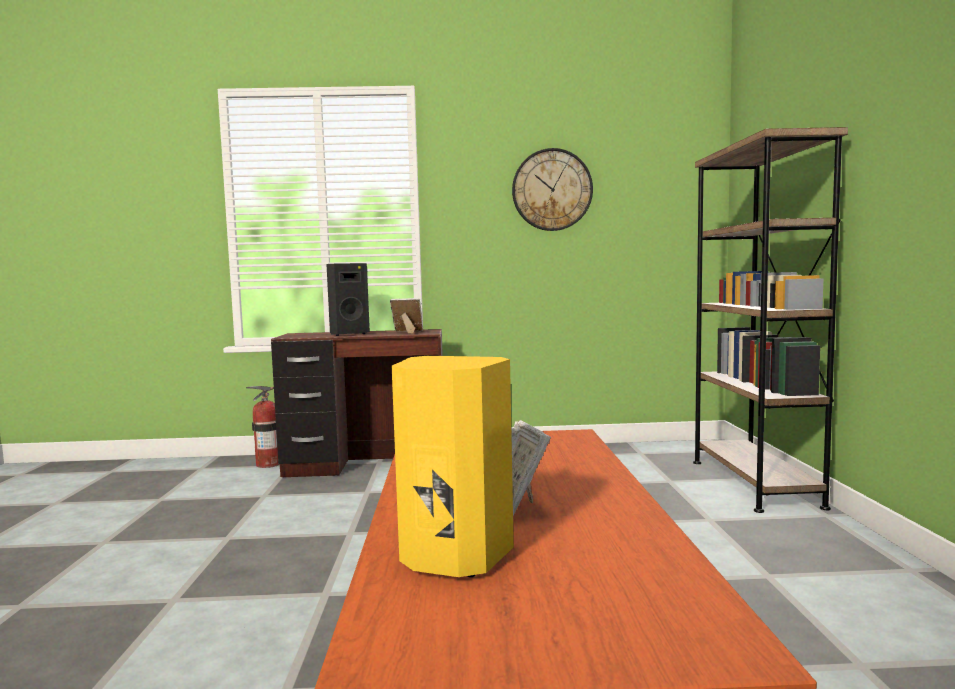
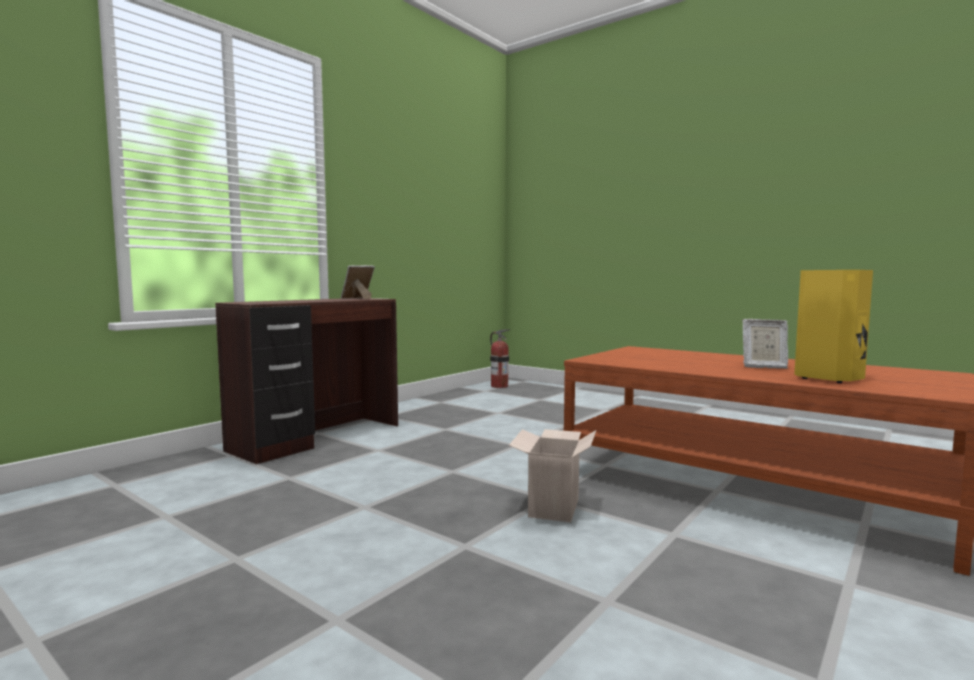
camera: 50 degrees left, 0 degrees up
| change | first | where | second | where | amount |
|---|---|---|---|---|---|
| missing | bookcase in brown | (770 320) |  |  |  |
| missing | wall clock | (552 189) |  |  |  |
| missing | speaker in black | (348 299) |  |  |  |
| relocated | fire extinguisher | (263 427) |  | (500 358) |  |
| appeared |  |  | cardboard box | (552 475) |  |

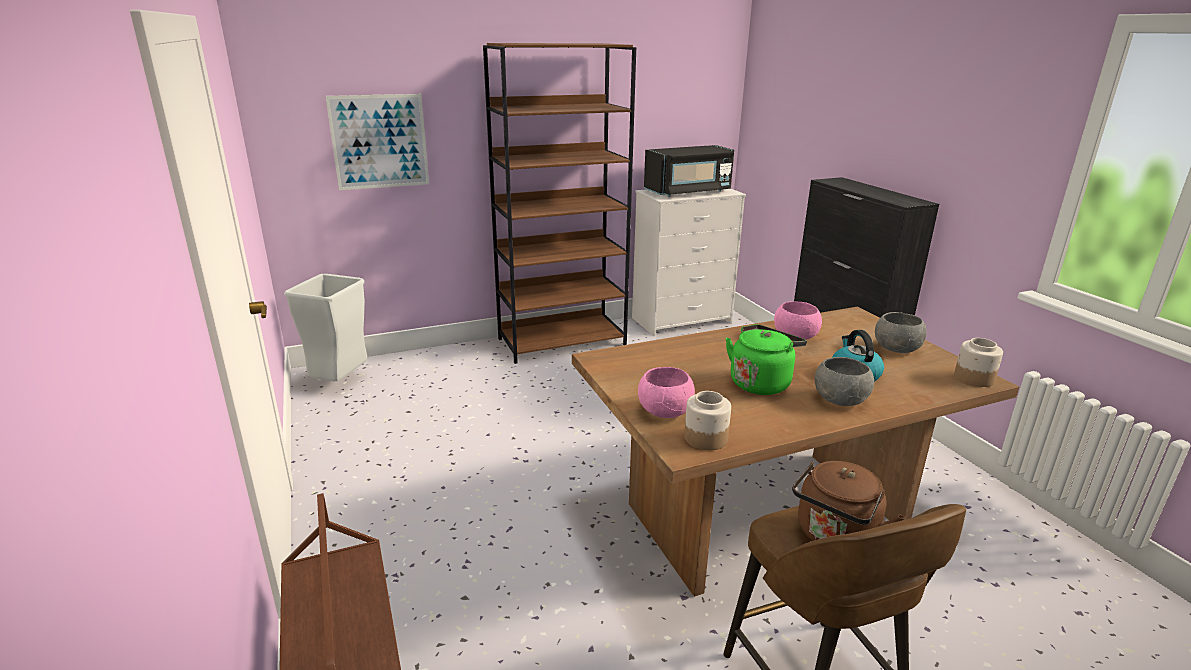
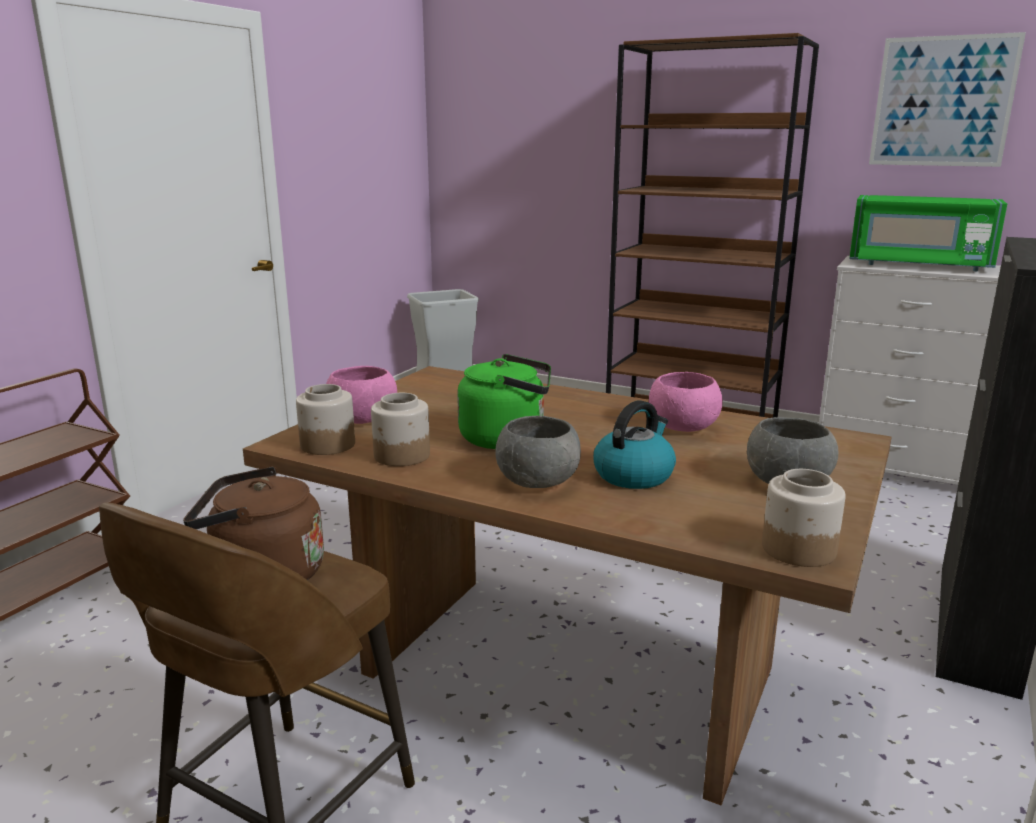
camera: 50 degrees right, 5 degrees down
| change | first | where | second | where | amount |
|---|---|---|---|---|---|
| relocated | picture | (377 142) |  | (947 99) |  |
| colour | microwave in black | (689 171) | microwave in green | (928 233) |  |
| appeared |  |  | jar | (400 429) |  |

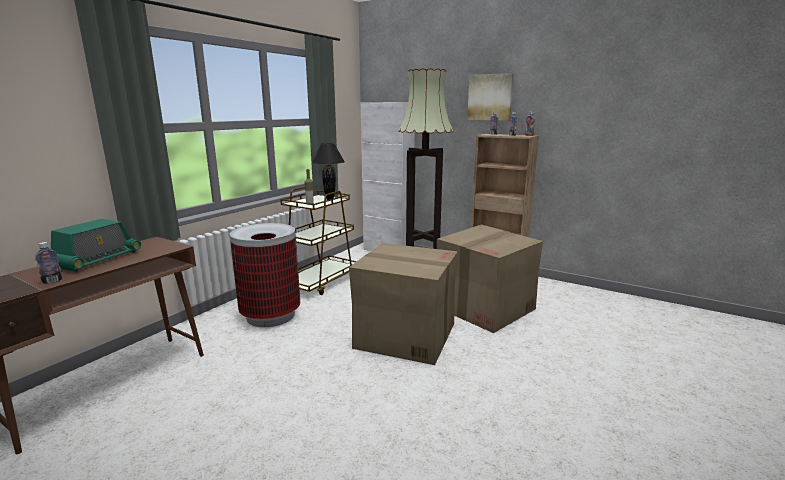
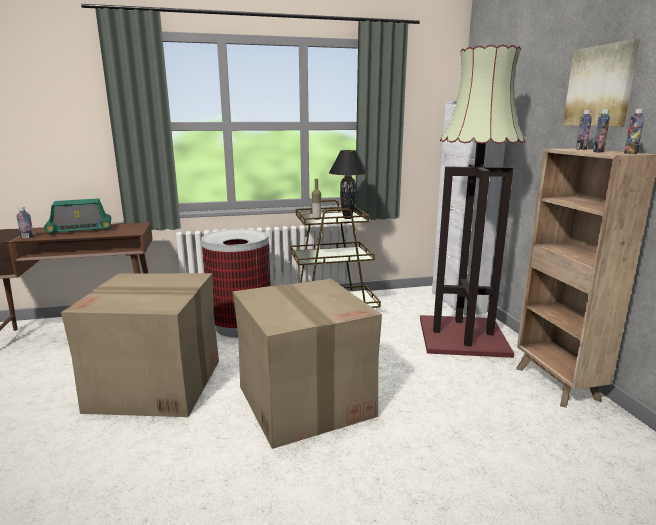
camera: 45 degrees right, 0 degrees up
| change | first | where | second | where | amount |
|---|---|---|---|---|---|
| relocated | cardboard box | (490 279) |  | (140 345) |  |

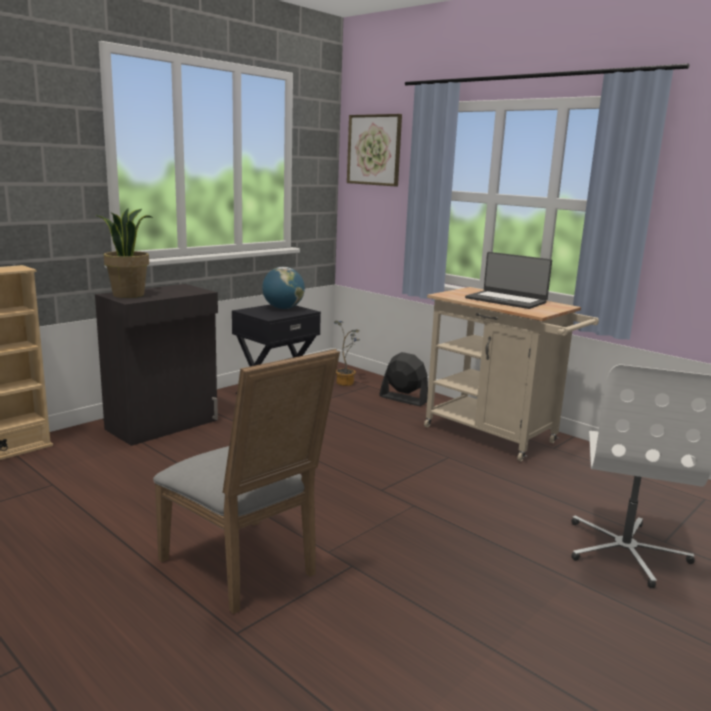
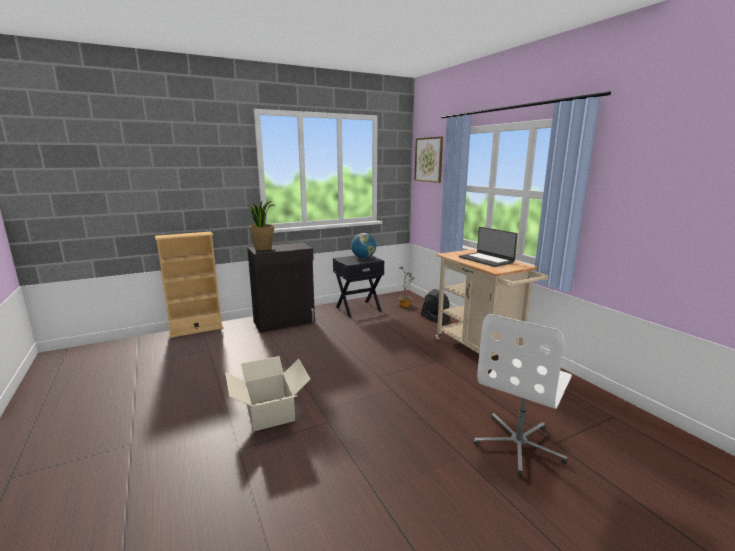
camera: 20 degrees right, 0 degrees up
| change | first | where | second | where | amount |
|---|---|---|---|---|---|
| exchanged | chair in grey | (246 481) | cardboard box | (268 394) |  |

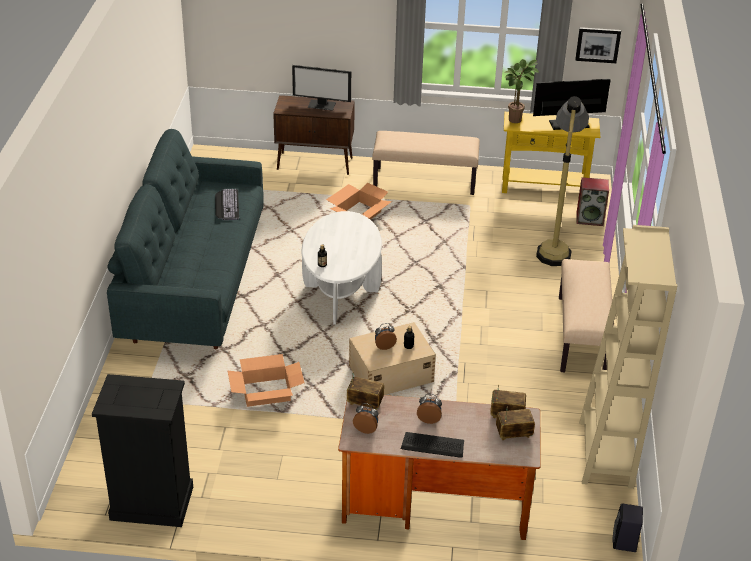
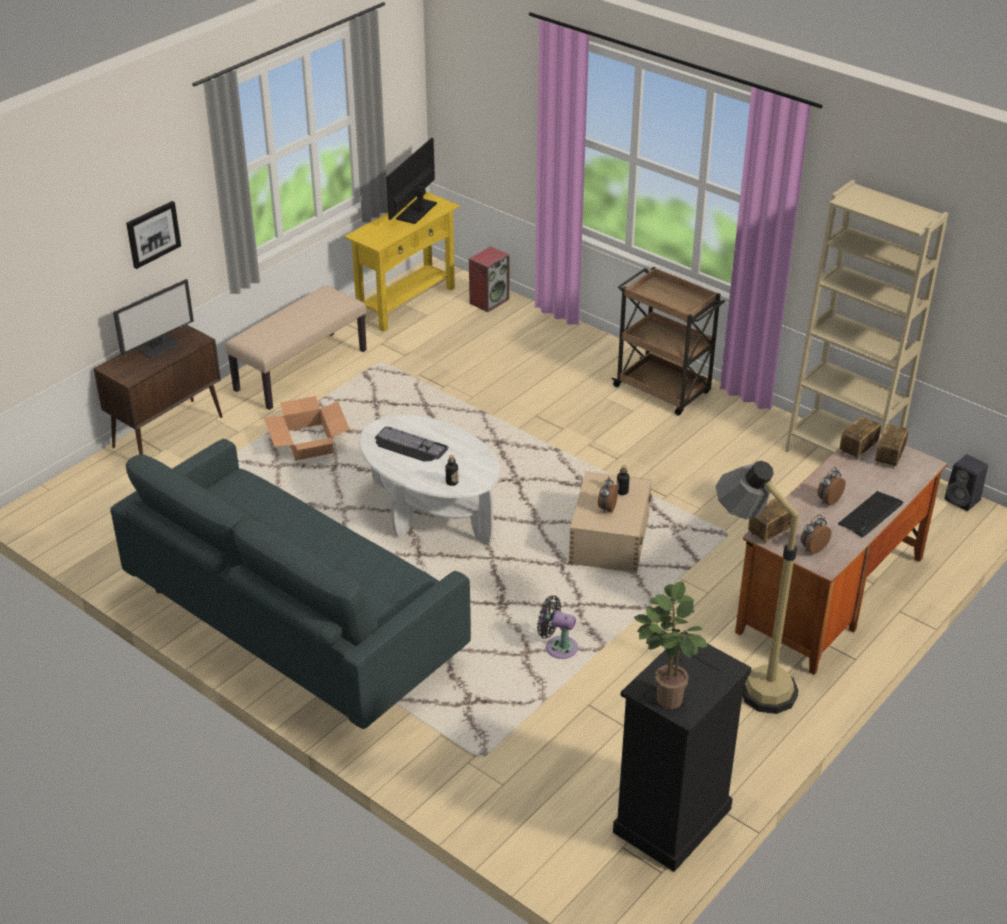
camera: 55 degrees left, 0 degrees up
| change | first | where | second | where | amount |
|---|---|---|---|---|---|
| relocated | picture | (598 45) |  | (153 235) |  |
| relocated | potted plant | (521 91) |  | (670 645) |  |
| relocated | floor lamp | (562 181) |  | (757 587) |  |
| relocated | keyboard | (227 204) |  | (412 444) |  |
| exchanged | bench in beige | (586 315) | cart in brown | (668 341) |  |
| exchanged | cardboard box | (266 380) | fan in black | (557 627) |  |

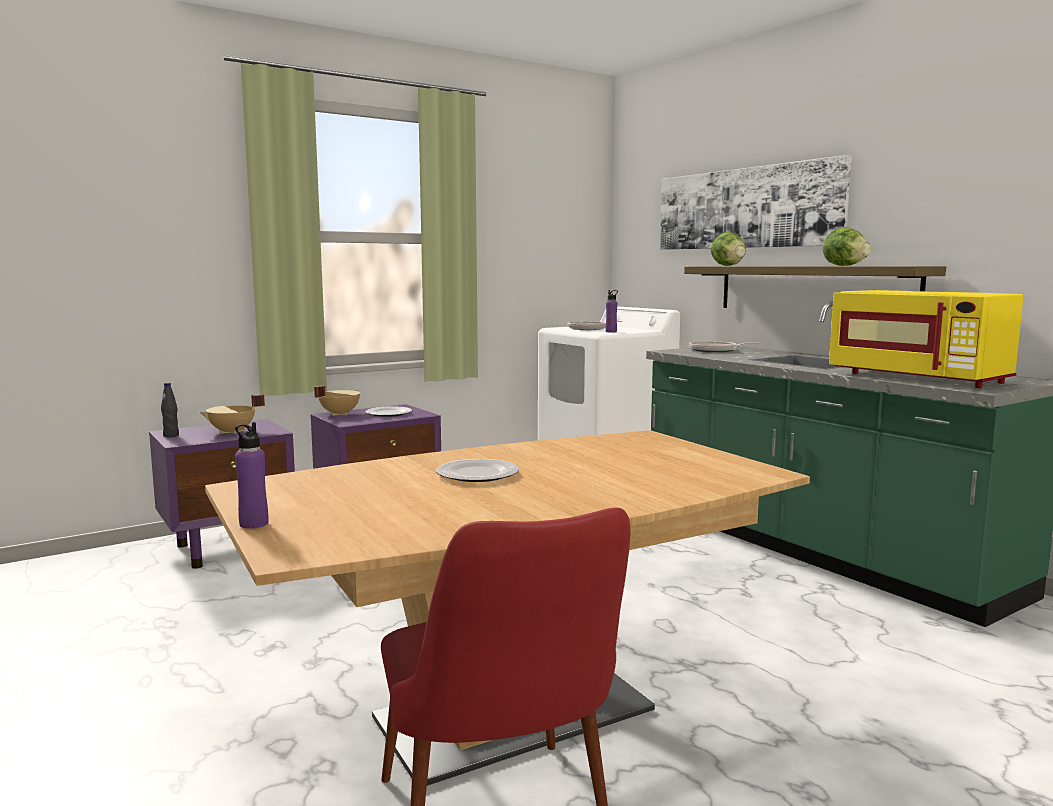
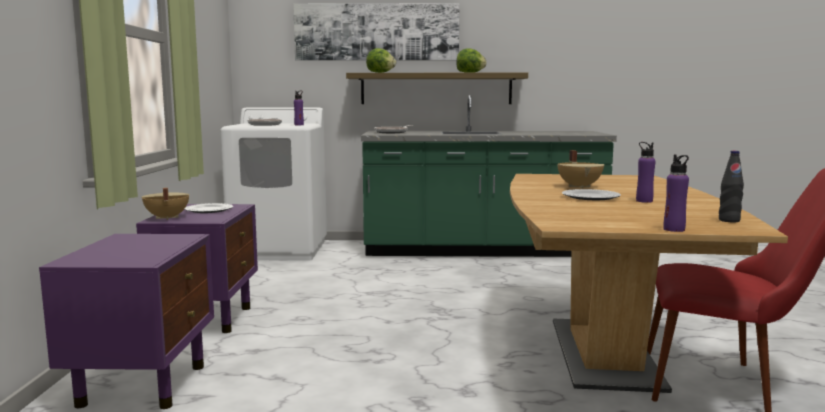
camera: 55 degrees left, 0 degrees up
| change | first | where | second | where | amount |
|---|---|---|---|---|---|
| missing | microwave in yellow | (926 339) |  |  |  |
| relocated | bottle in black | (170 410) |  | (731 186) |  |
| relocated | cooking pot in beige | (232 414) |  | (580 169) |  |
| appeared |  |  | bottle in purple | (645 172) |  |

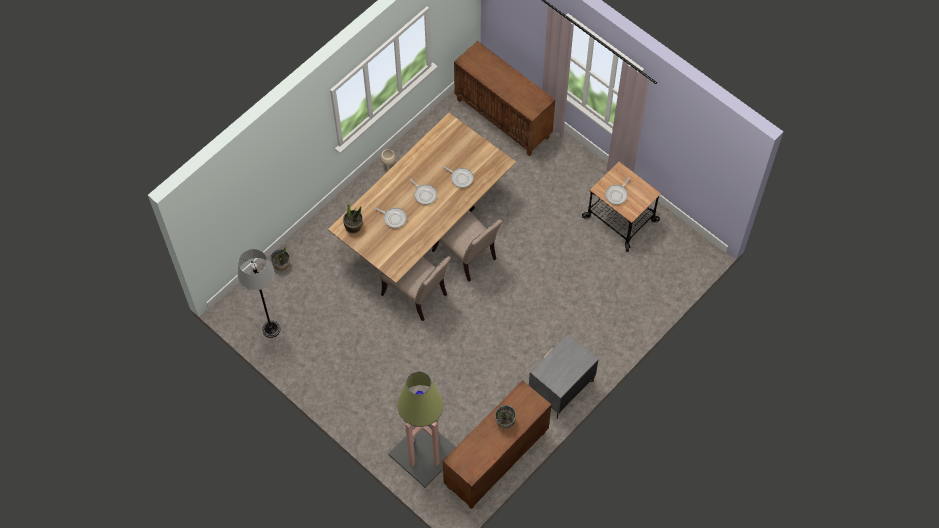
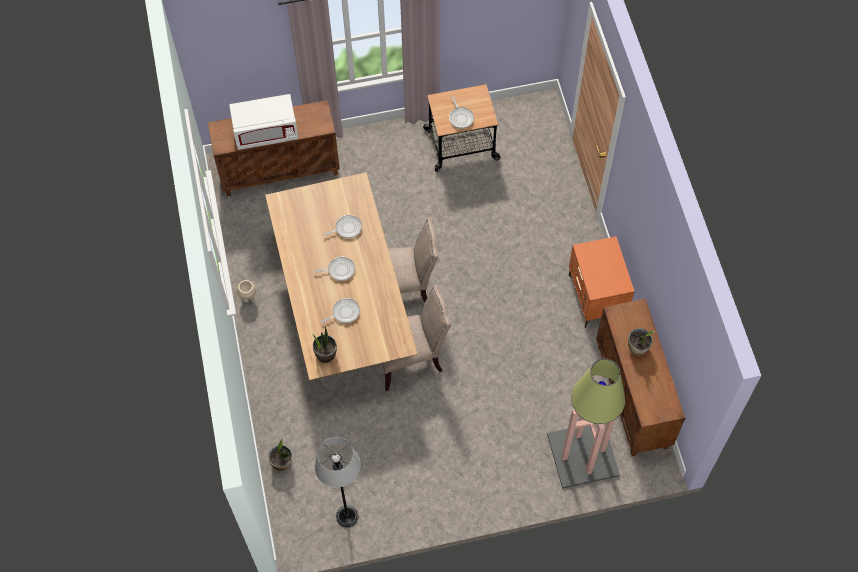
camera: 55 degrees left, 0 degrees up
| change | first | where | second | where | amount |
|---|---|---|---|---|---|
| colour | nightstand in grey | (564 376) | nightstand in orange | (602 282) |  |
| appeared |  |  | microwave in white | (264 122) |  |

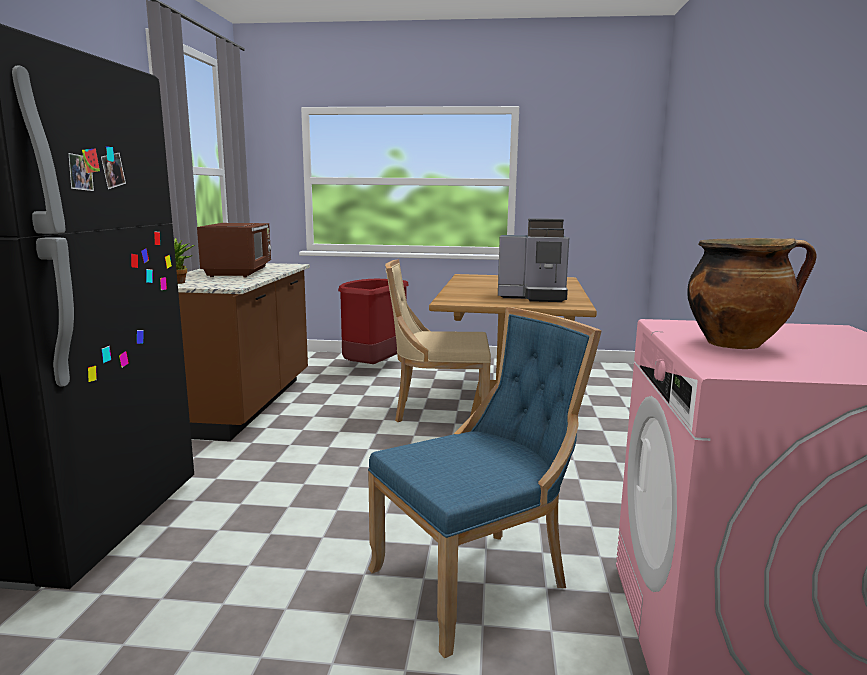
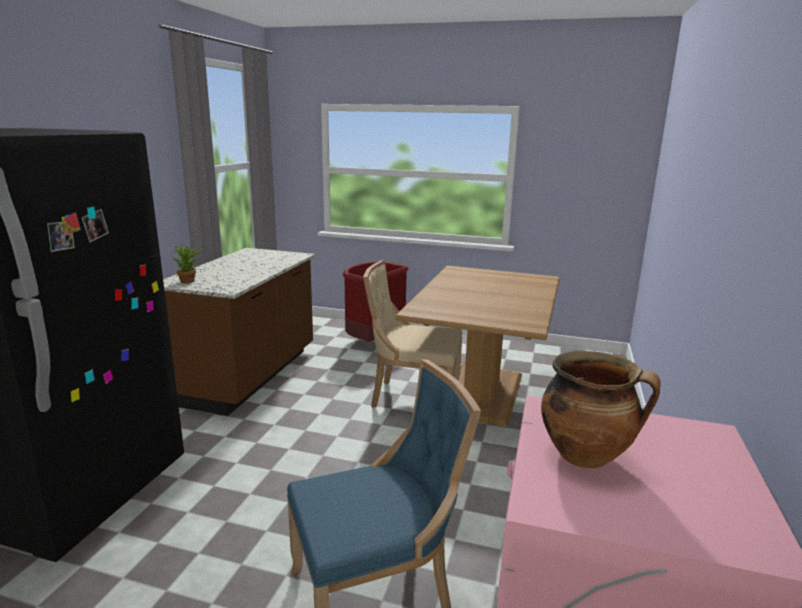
camera: 10 degrees right, 5 degrees up
| change | first | where | second | where | amount |
|---|---|---|---|---|---|
| missing | coffee machine | (533 260) |  |  |  |
| missing | microwave in brown | (234 250) |  |  |  |

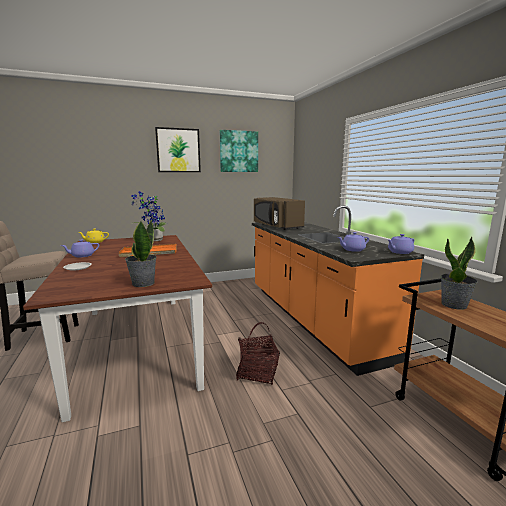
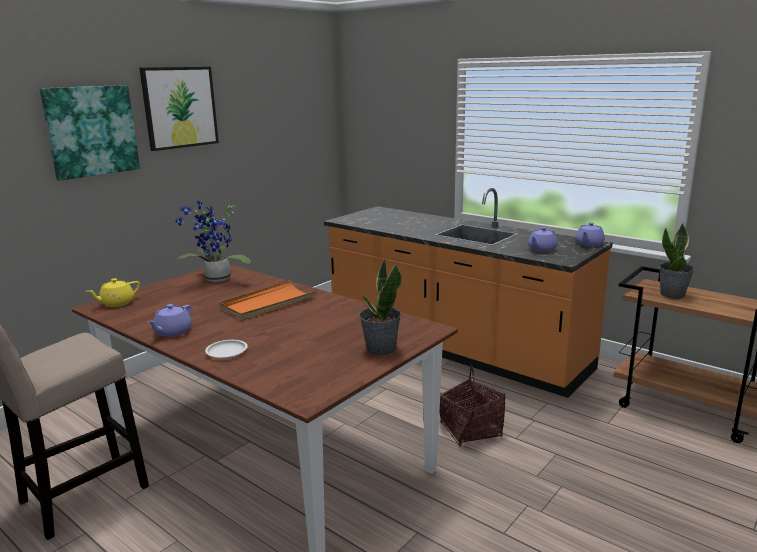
camera: 30 degrees left, 5 degrees up
| change | first | where | second | where | amount |
|---|---|---|---|---|---|
| relocated | picture | (239 151) |  | (90 133) |  |
| missing | microwave in brown | (279 213) |  |  |  |

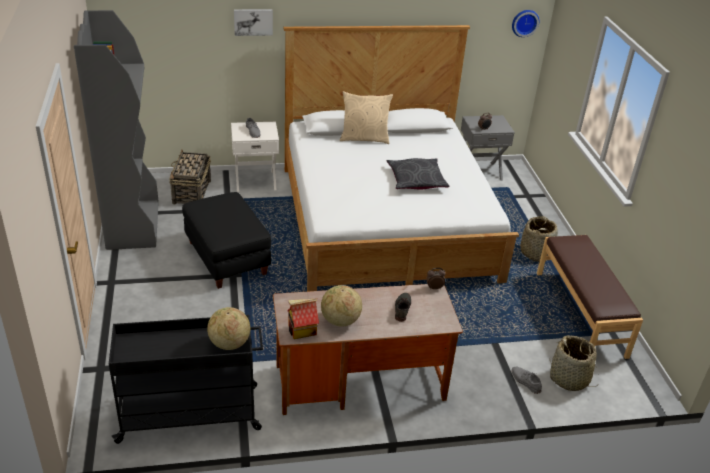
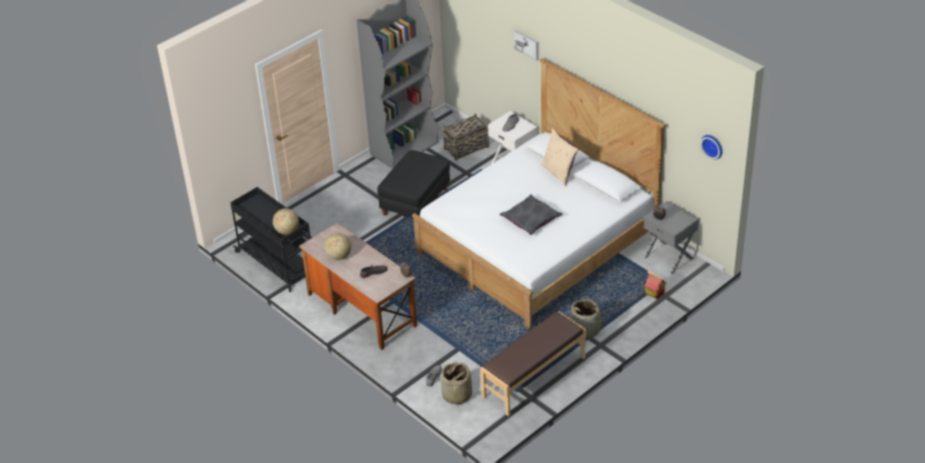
camera: 60 degrees right, 5 degrees up
| change | first | where | second | where | amount |
|---|---|---|---|---|---|
| relocated | toy house | (303 319) |  | (655 284) |  |

